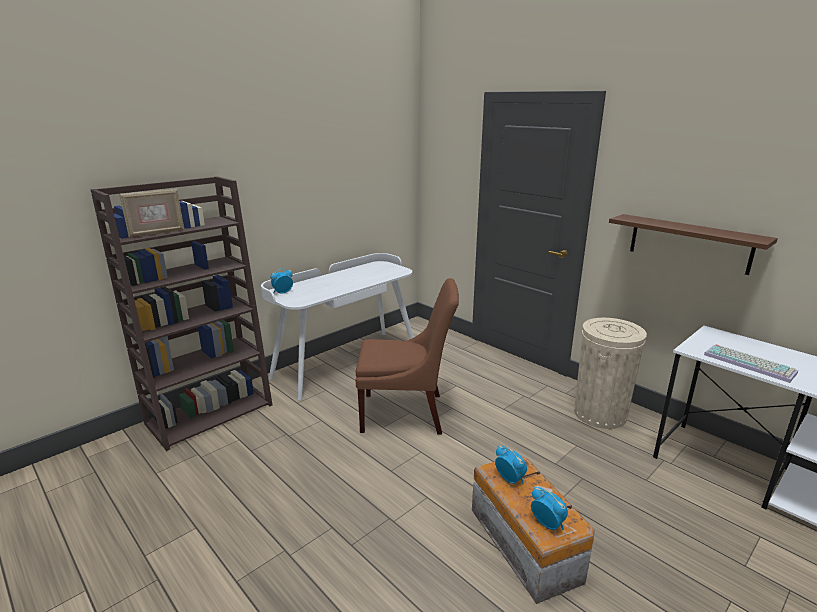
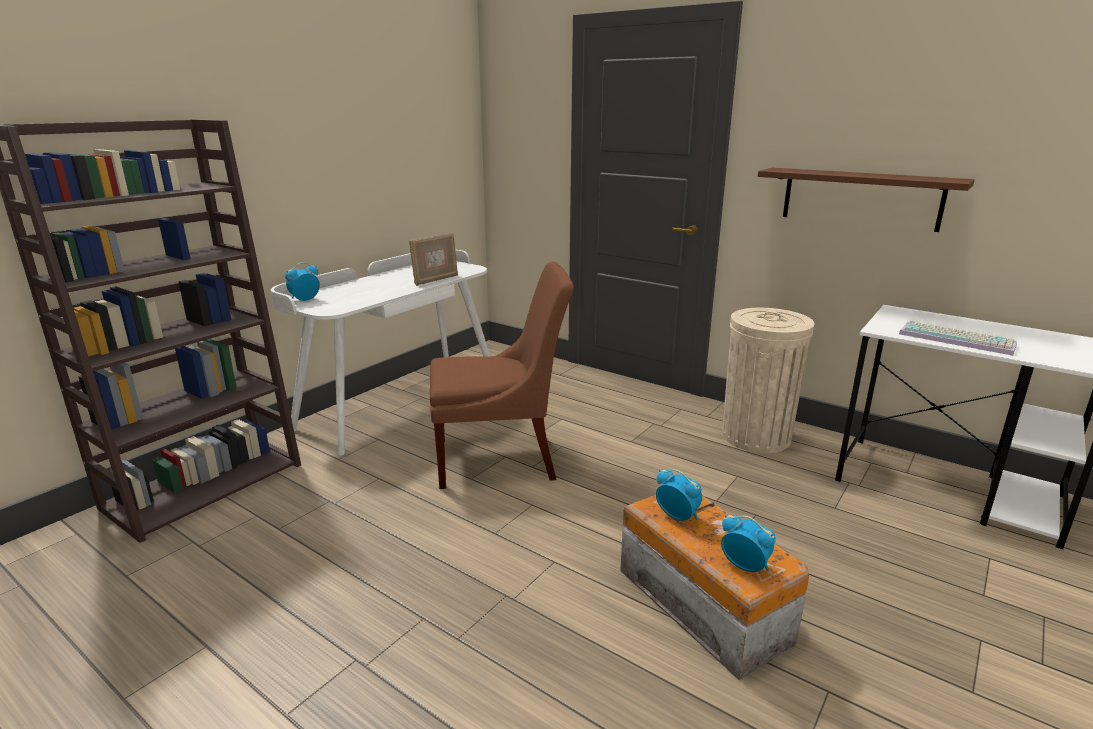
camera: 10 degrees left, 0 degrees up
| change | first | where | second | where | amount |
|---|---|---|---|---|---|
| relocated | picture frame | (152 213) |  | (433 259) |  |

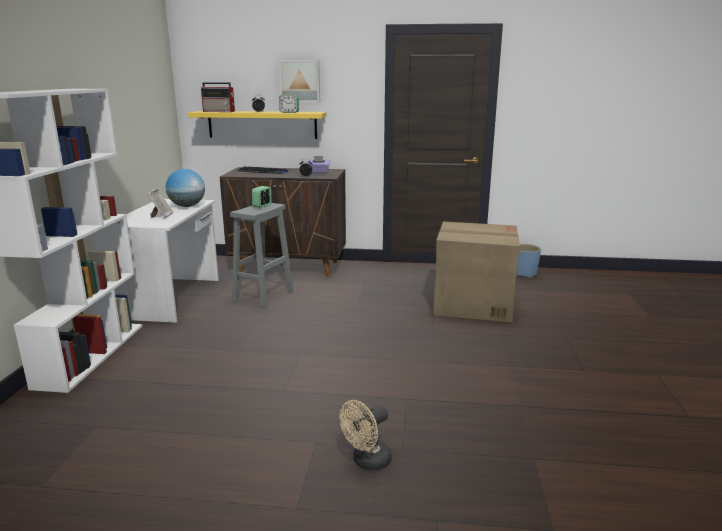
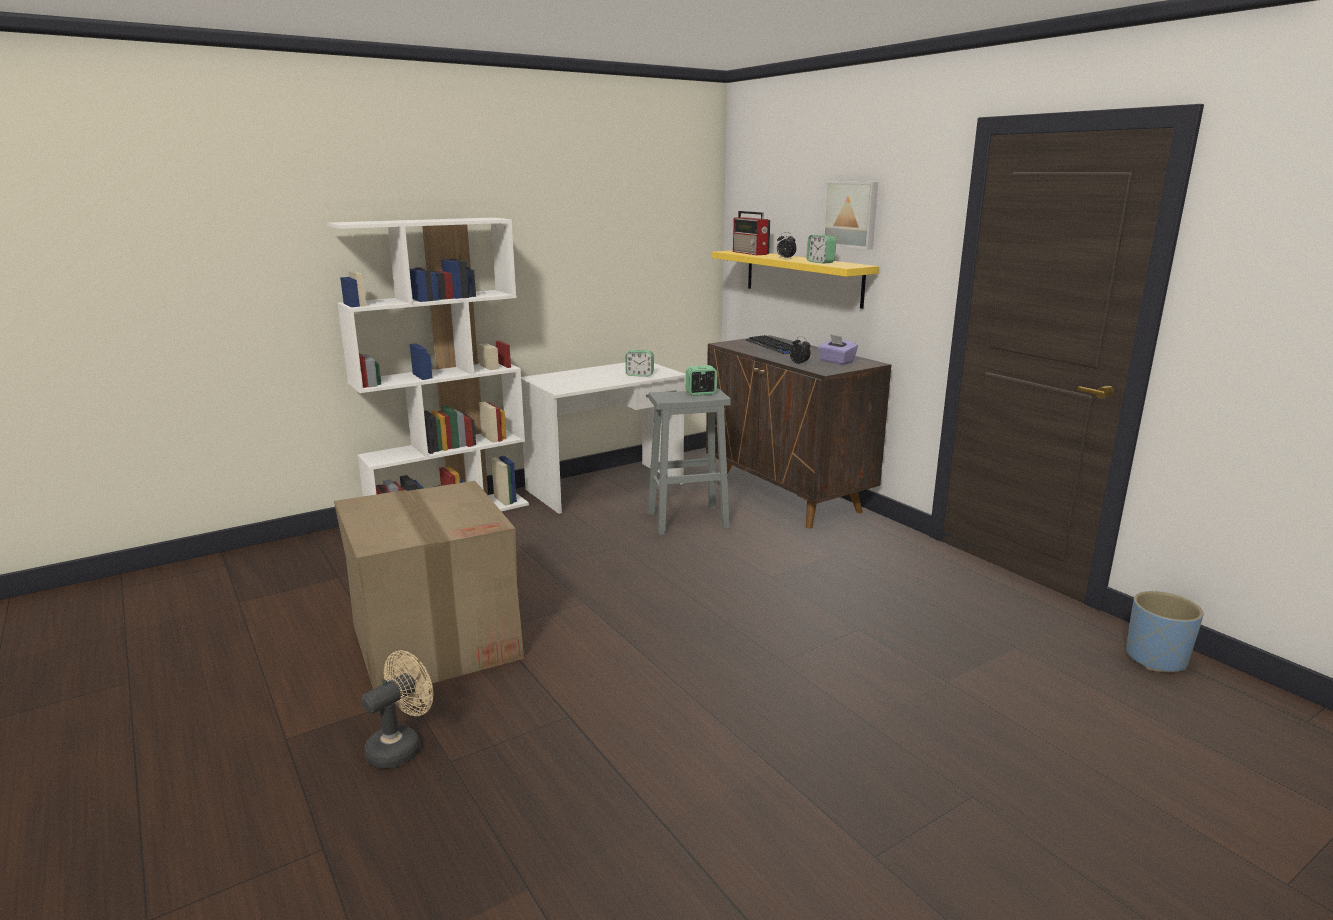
camera: 50 degrees right, 0 degrees up
| change | first | where | second | where | amount |
|---|---|---|---|---|---|
| exchanged | globe | (185 188) | alarm clock | (640 363) |  |
| missing | picture frame | (160 204) |  |  |  |
| relocated | cardboard box | (476 272) |  | (429 585) |  |
| spun | fan in beige | (366 435) |  | (397 709) | 120 degrees clockwise |

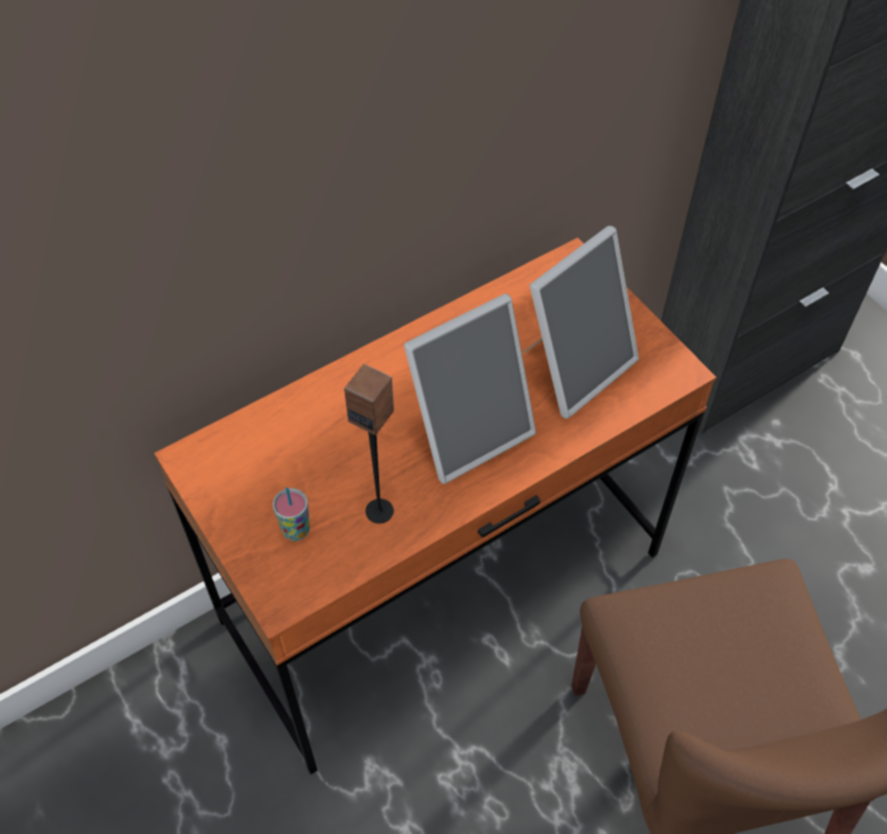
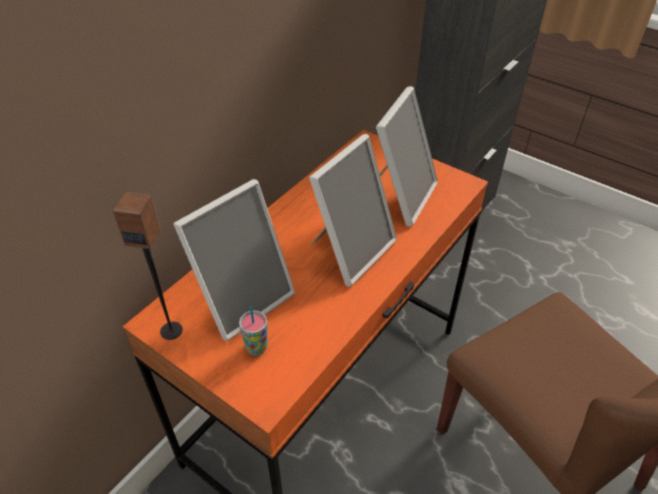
camera: 20 degrees left, 10 degrees down
| change | first | where | second | where | amount |
|---|---|---|---|---|---|
| relocated | speaker | (369 444) |  | (148 266) |  |
| appeared |  |  | picture frame | (234 260) |  |

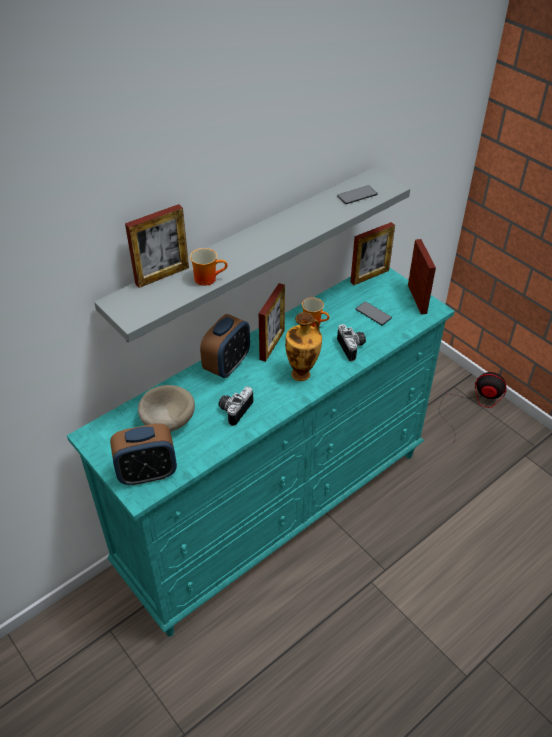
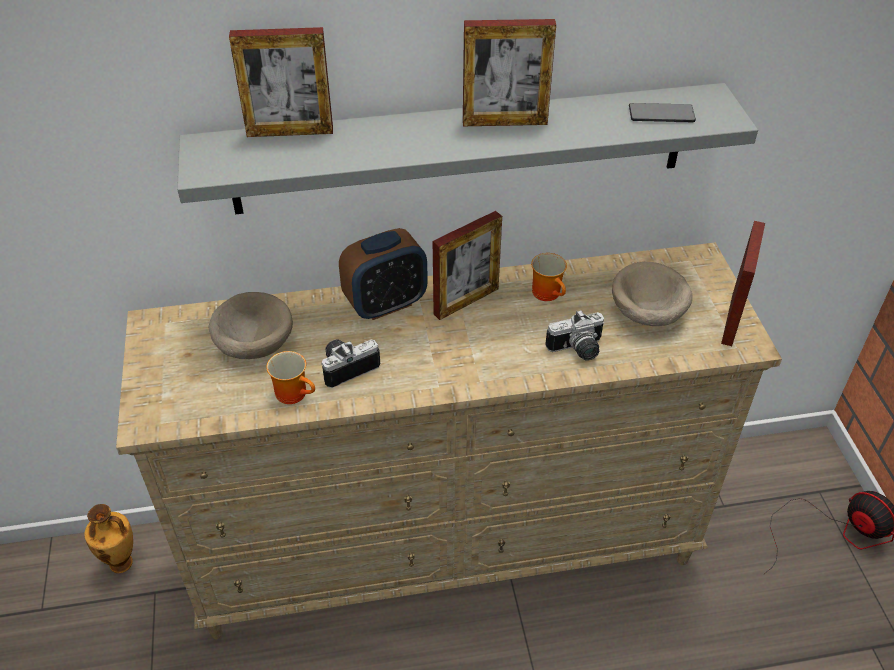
camera: 30 degrees right, 0 degrees up
| change | first | where | second | where | amount |
|---|---|---|---|---|---|
| relocated | picture frame | (372 253) |  | (509 72) |  |
| relocated | mug | (209 267) |  | (290 377) |  |
| colour | dresser in turquoise | (261 452) | dresser in beige | (449 441) |  |
| exchanged | phone | (374 313) | bowl in beige | (652 294) |  |
| relocated | vase | (303 346) |  | (108 538) |  |
| spun | photo camera | (351 342) |  | (574 335) | 60 degrees clockwise |
| missing | alarm clock | (143 454) |  |  |  |

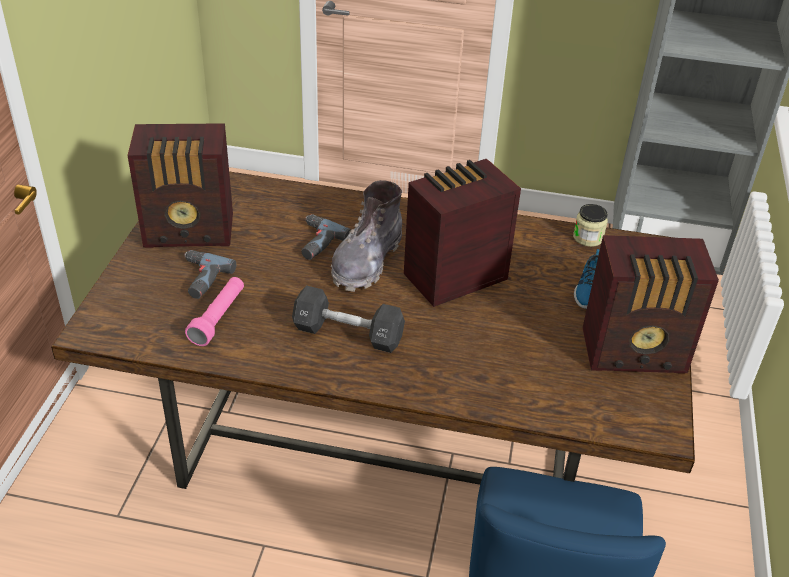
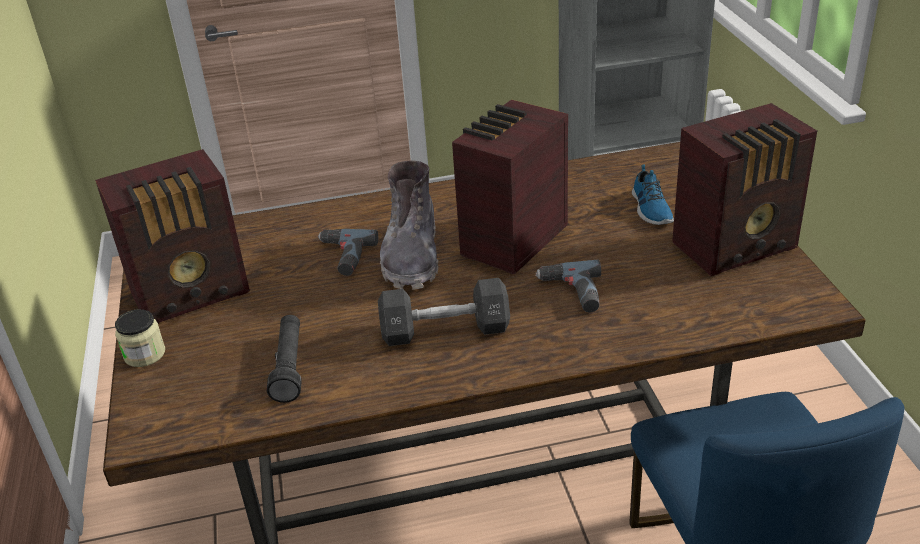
camera: 20 degrees left, 5 degrees down
| change | first | where | second | where | amount |
|---|---|---|---|---|---|
| relocated | jar | (590 225) |  | (140 338) |  |
| relocated | power drill | (210 274) |  | (568 286) |  |
| colour | flashlight in pink | (214 311) | flashlight in black | (284 359) |  |

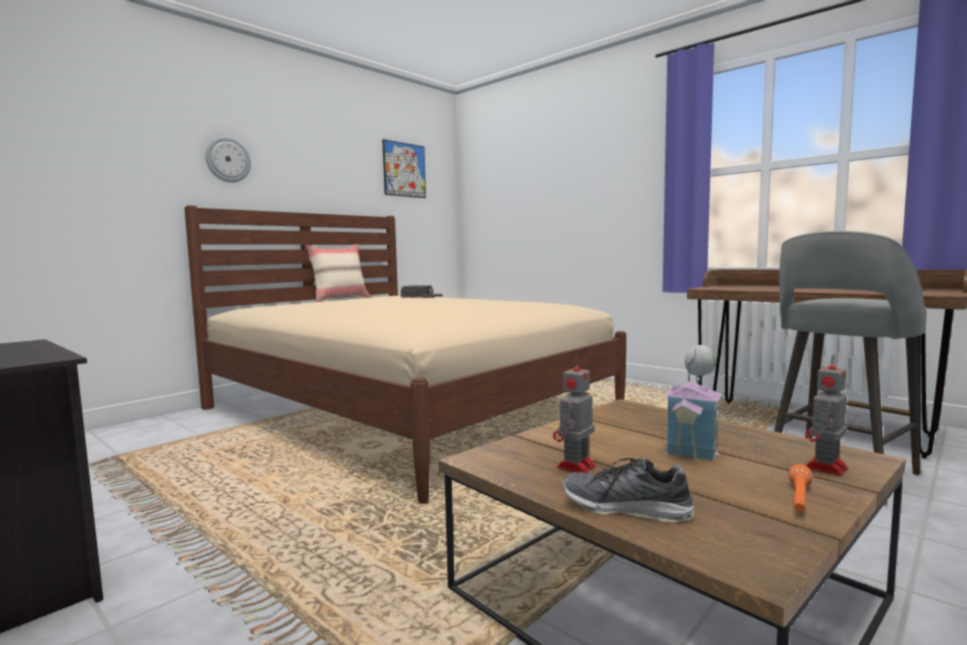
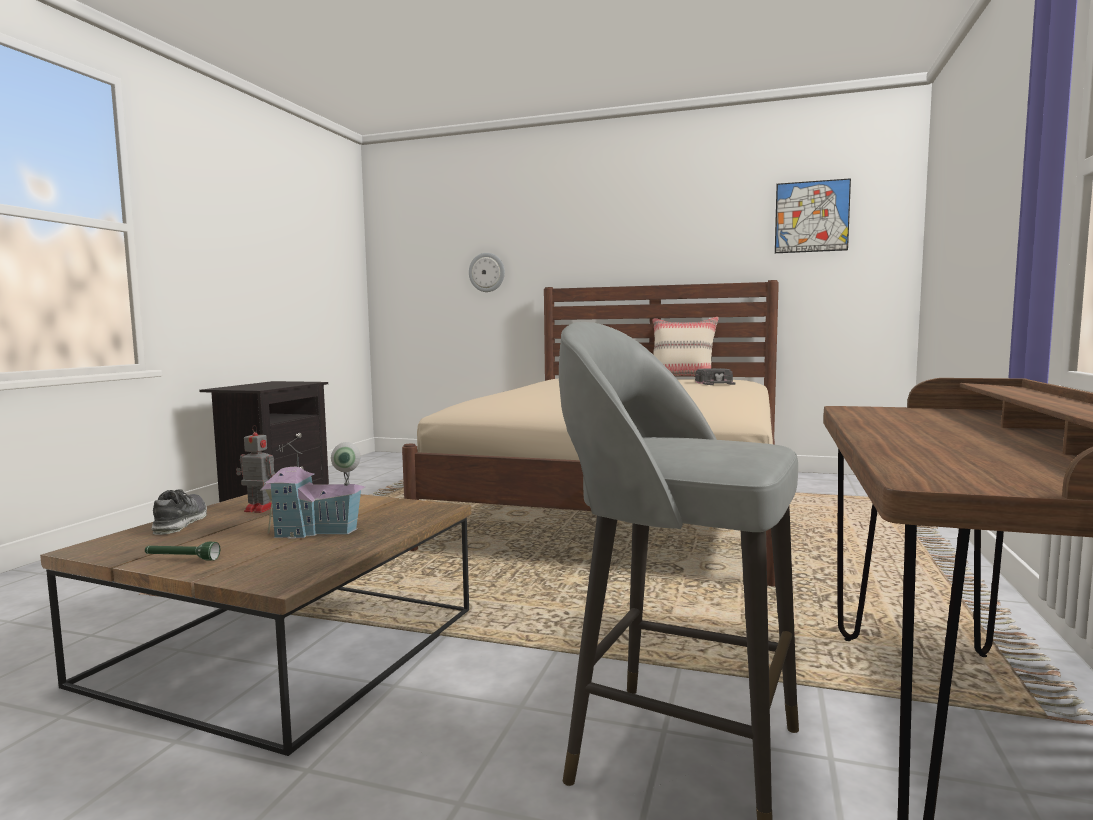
camera: 65 degrees right, 0 degrees up
| change | first | where | second | where | amount |
|---|---|---|---|---|---|
| relocated | wall clock | (228 159) |  | (487 272) |  |
| missing | toy robot | (826 415) |  |  |  |
| colour | flashlight in orange | (800 488) | flashlight in green | (182 551) |  |

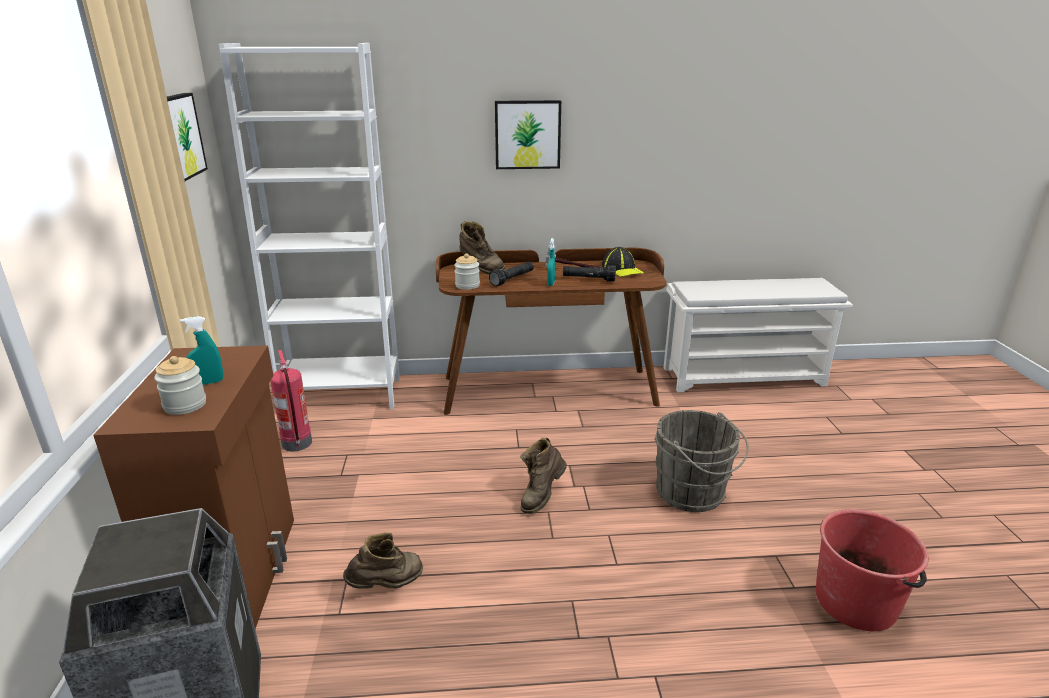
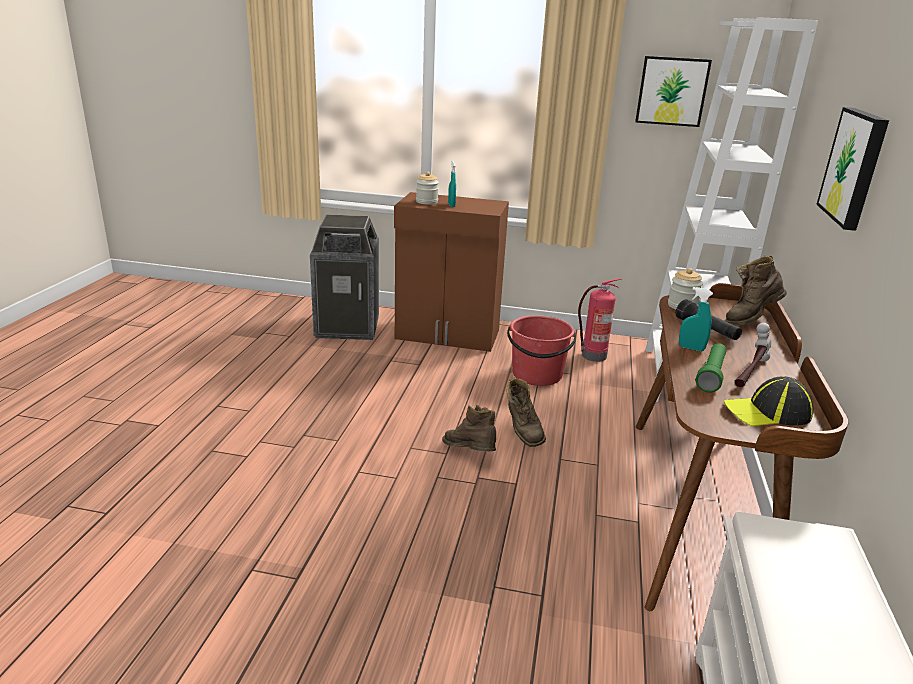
camera: 105 degrees right, 0 degrees up
| change | first | where | second | where | amount |
|---|---|---|---|---|---|
| colour | flashlight in black | (589 273) | flashlight in green | (710 367) |  |
| missing | bucket in grey | (701 461) |  |  |  |
| relocated | bucket in red | (872 570) |  | (541 350) |  |
| relocated | boot in brown | (383 560) |  | (526 412) |  |

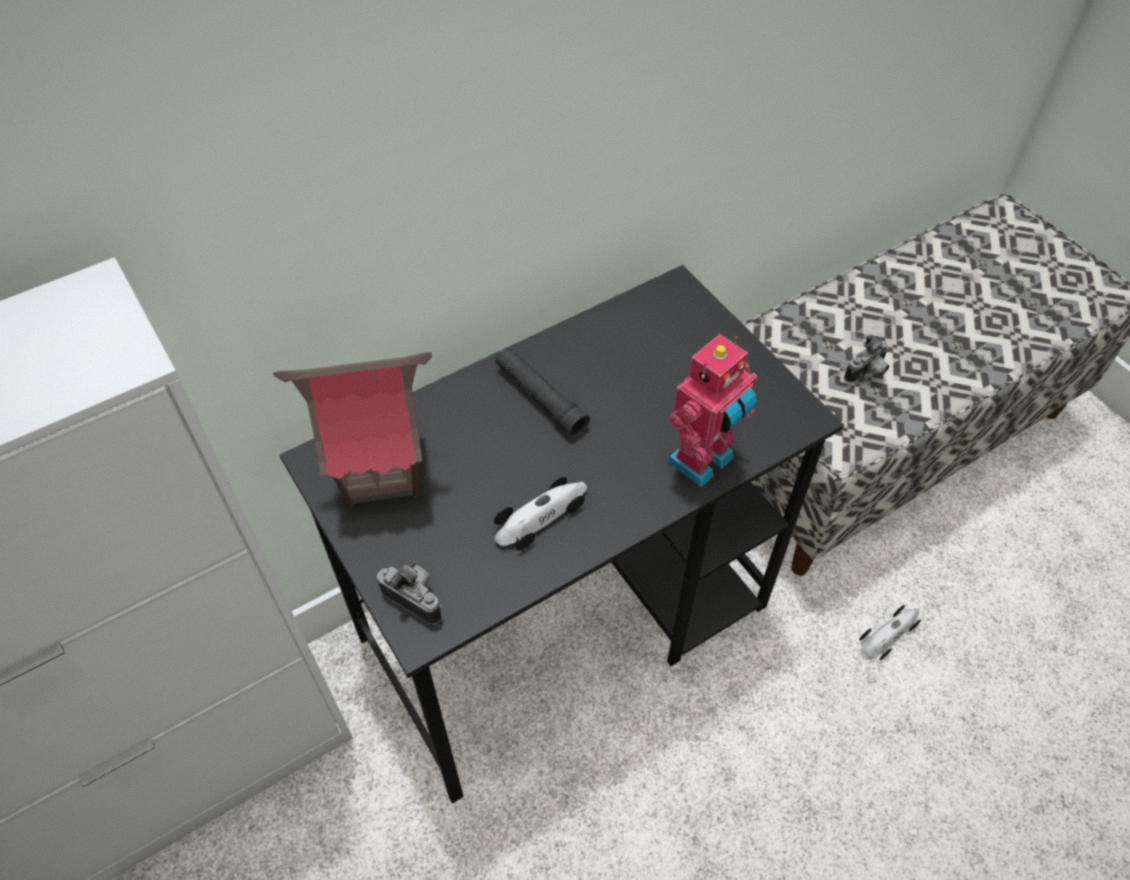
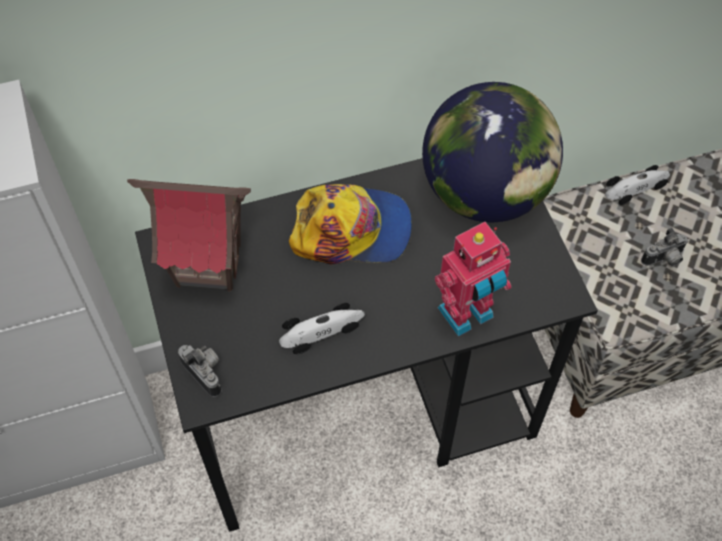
camera: 15 degrees right, 5 degrees up
| change | first | where | second | where | amount |
|---|---|---|---|---|---|
| exchanged | flashlight in black | (542 392) | cap | (350 224) |  |
| relocated | toy car | (890 632) |  | (637 185) |  |
| appeared |  |  | globe | (492 152) |  |

